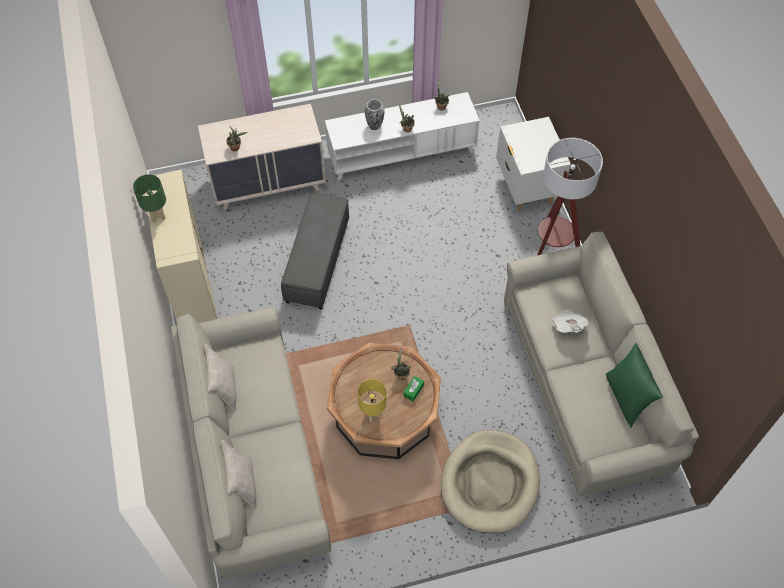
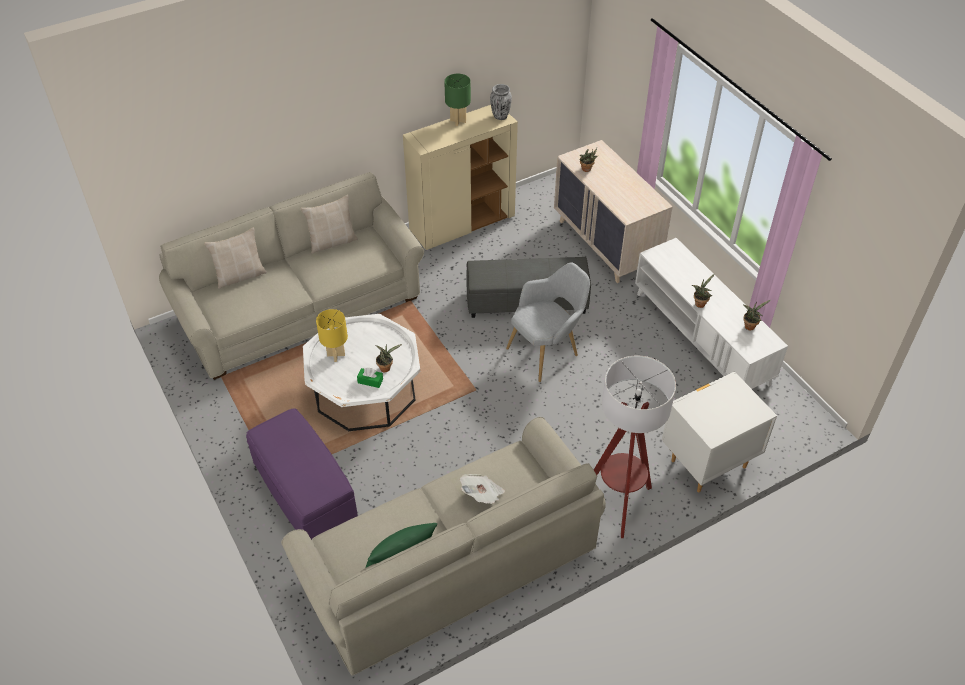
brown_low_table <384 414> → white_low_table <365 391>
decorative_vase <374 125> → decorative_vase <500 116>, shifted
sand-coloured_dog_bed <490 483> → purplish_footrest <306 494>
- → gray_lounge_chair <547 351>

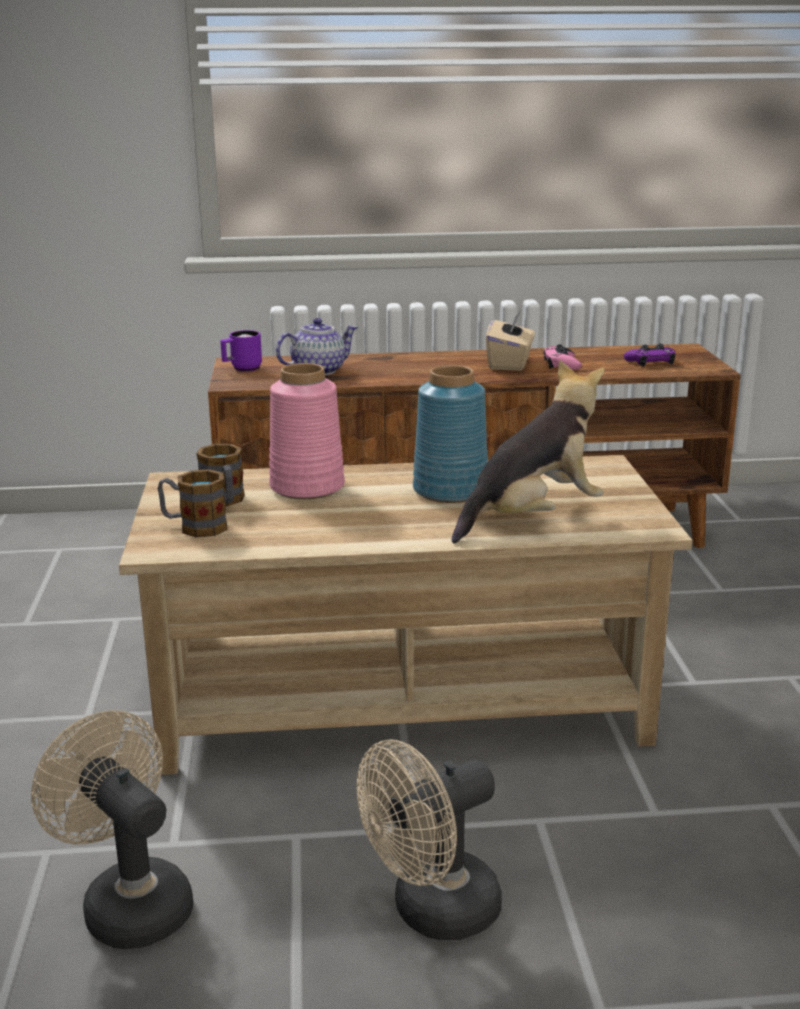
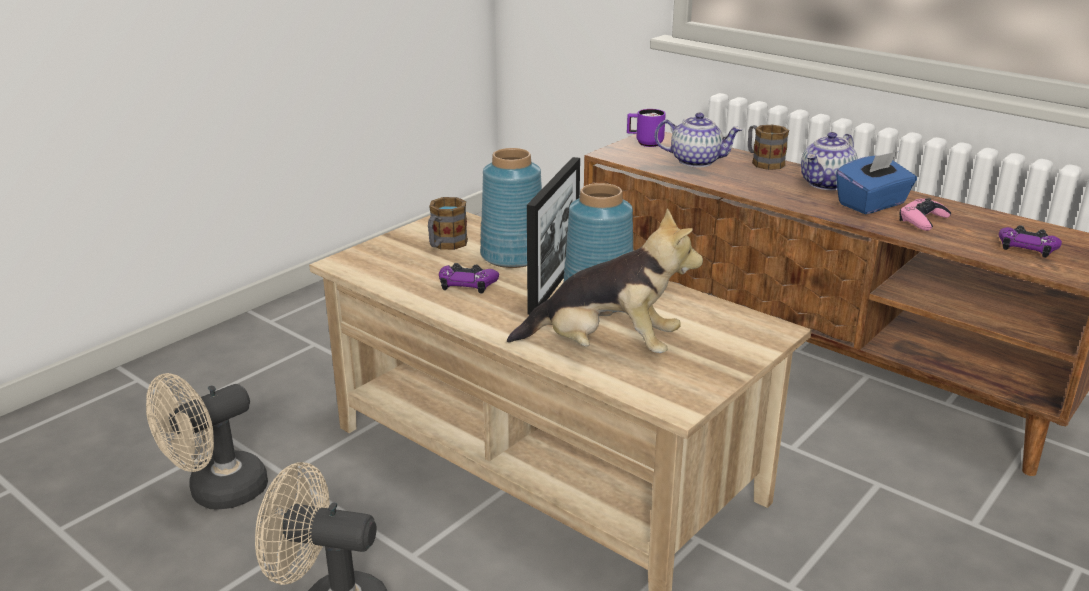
sand-coloured_fan <128 902> → sand-coloured_fan <217 493>, 135 degrees counterclockwise
mug <194 526> → mug <763 162>, shifted
pink-coloured_decorative_vase <307 488> → bluish_decorative_vase <512 256>
sand-coloured_tissue_holder <510 364> → bluish_tissue_holder <872 204>
- → purplish_game_controller <467 283>
- → picture_frame <554 284>
- → pot_for_tea <826 184>

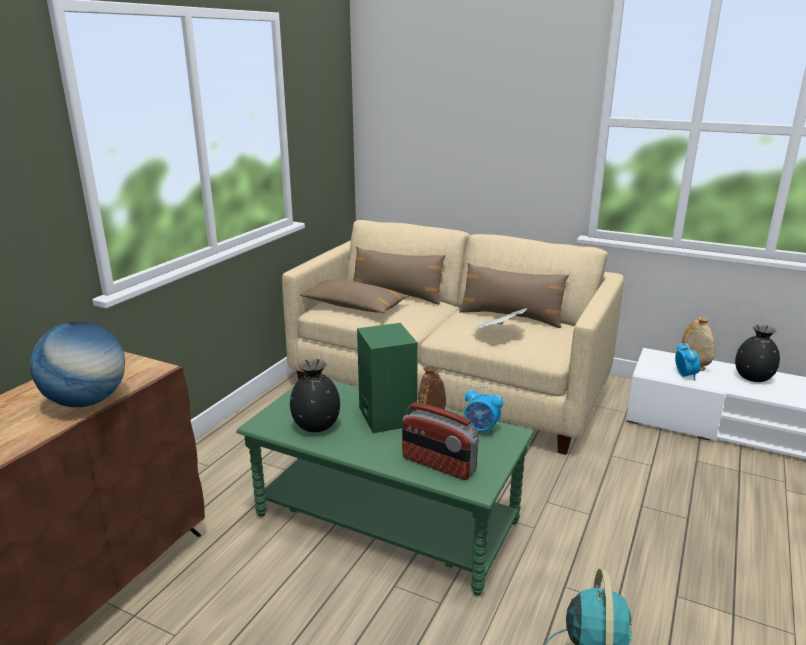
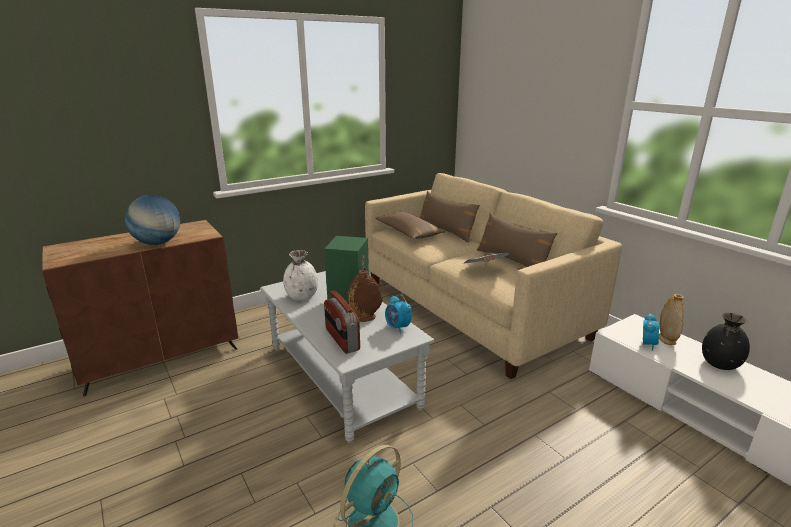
greenish_low_table <386 519> → gray_low_table <342 377>
black-coloured_decorative_vase <316 426> → white_decorative_vase <302 297>

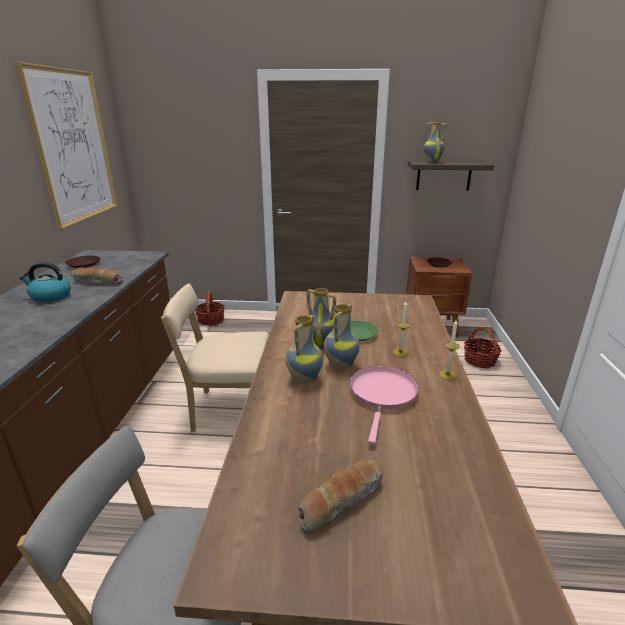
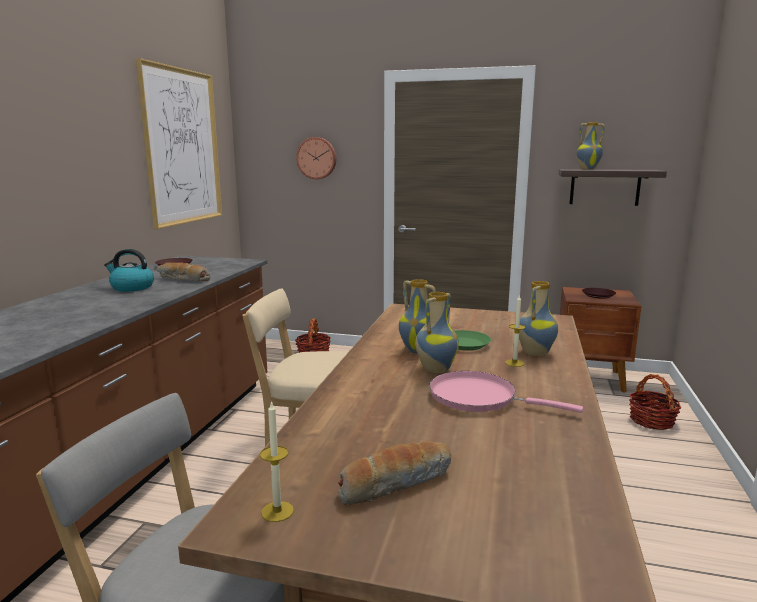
decorative_vase <303 379> → decorative_vase <534 353>, shifted
pink-coloured_frying_pan <382 394> → pink-coloured_frying_pan <479 398>, 90 degrees counterclockwise
wax_light <447 375> → wax_light <277 511>, shifted
- → clock_on_the_wall <317 158>

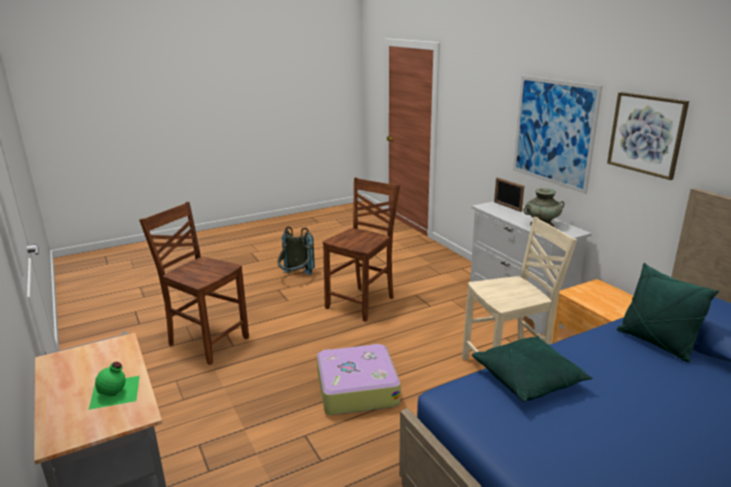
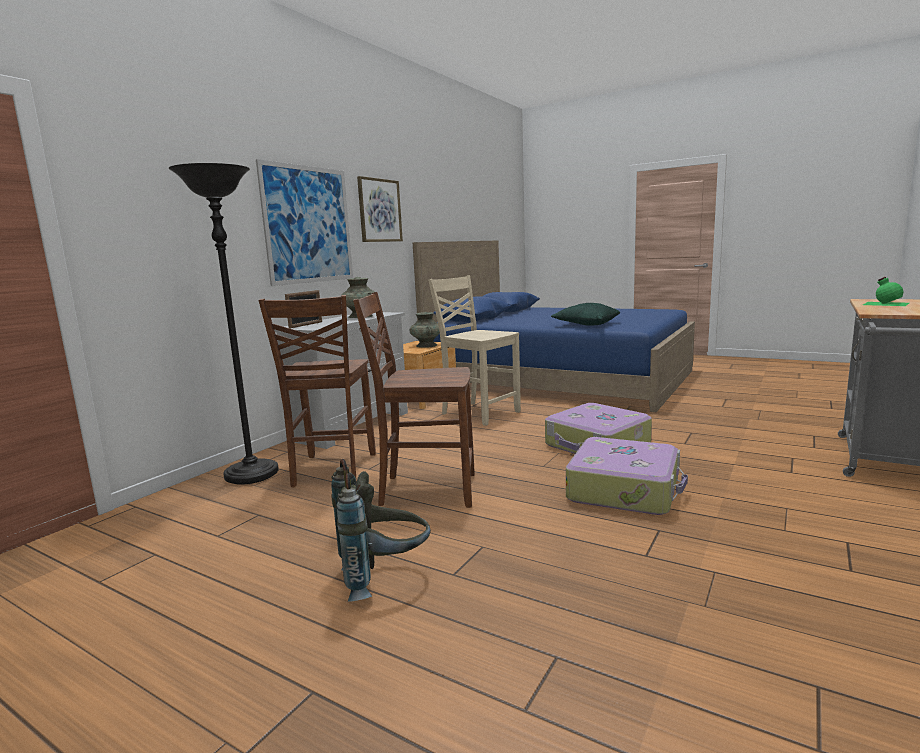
brown_plain_chair <207 341> → brown_plain_chair <332 470>, shifted
greenish_throw_pillow <656 343> → -
- → black-coloured_floor_lamp <251 475>
- → blue-green_decorative_vase <426 345>
- → suitcase <624 489>

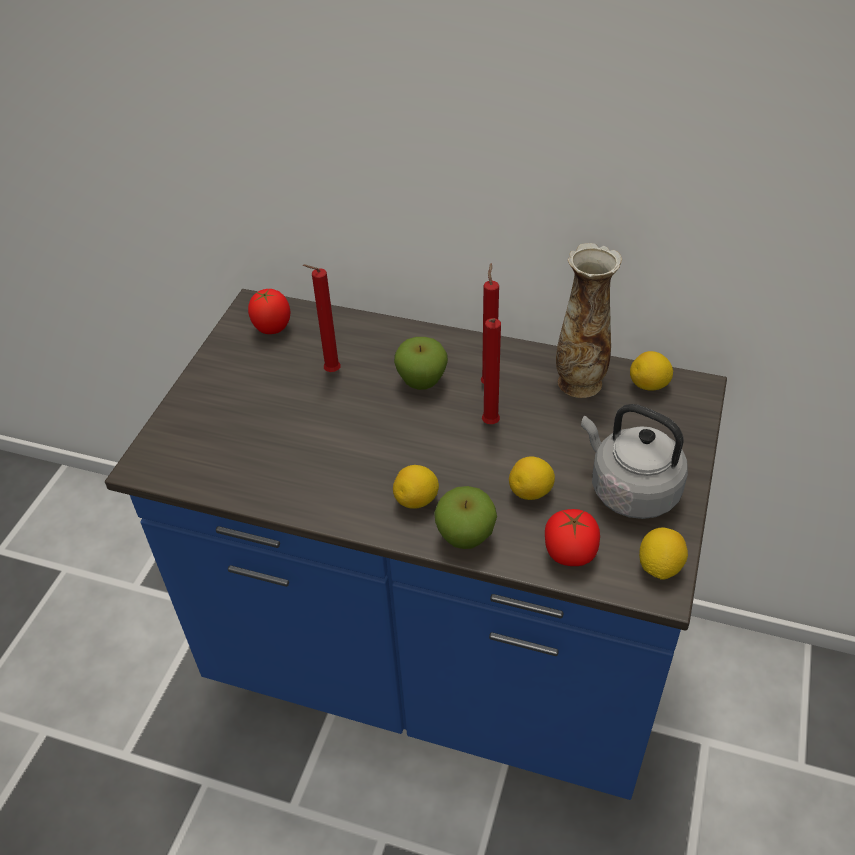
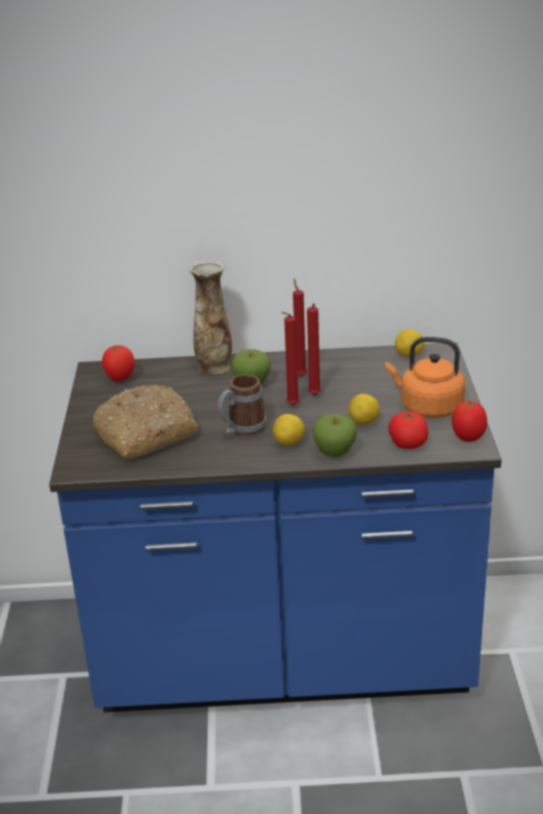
red-coloured_wax_light <330 372> → red-coloured_wax_light <291 406>, shifted
decorative_vase <580 381> → decorative_vase <214 366>, shifted
gray_kettle <630 489> → orange-coloured_kettle <428 407>
lemon <659 567> → tomato <468 438>
- → baked_bread <147 434>
- → mug <242 429>

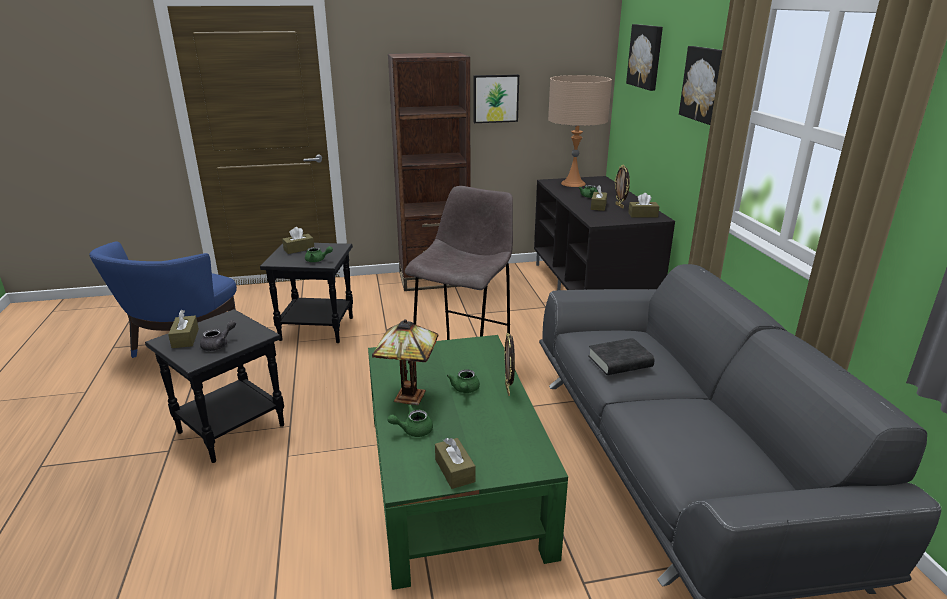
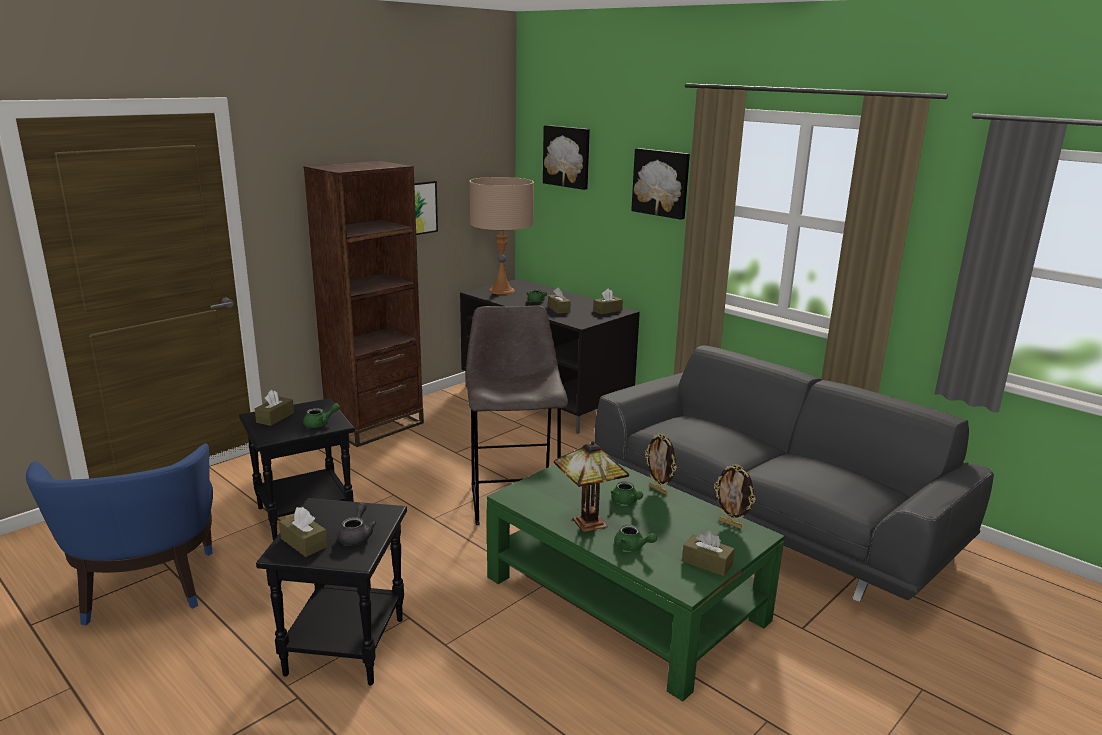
greenish_pot_for_tea <413 430> → greenish_pot_for_tea <632 547>, 90 degrees counterclockwise
black-coloured_bound_book <620 361> → -
picture_frame <620 206> → picture_frame <731 524>, shifted

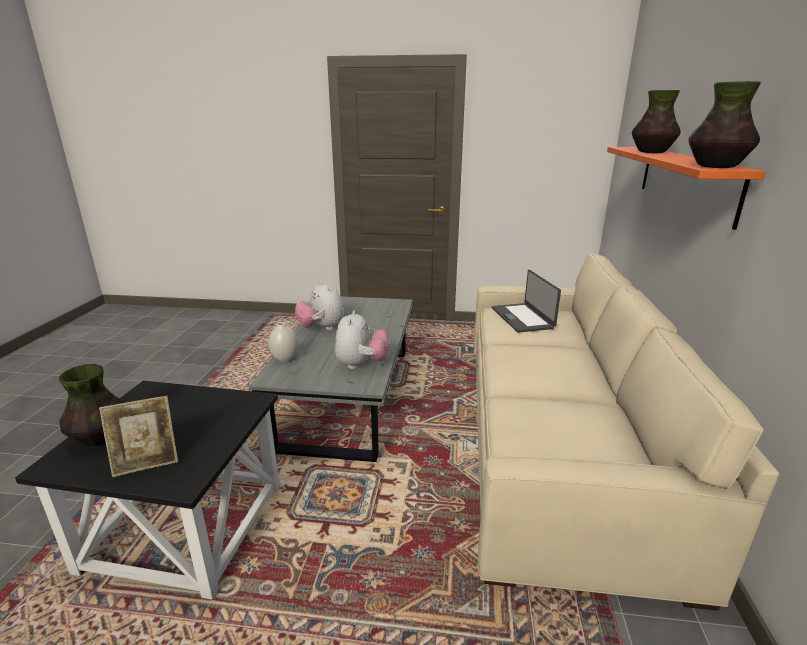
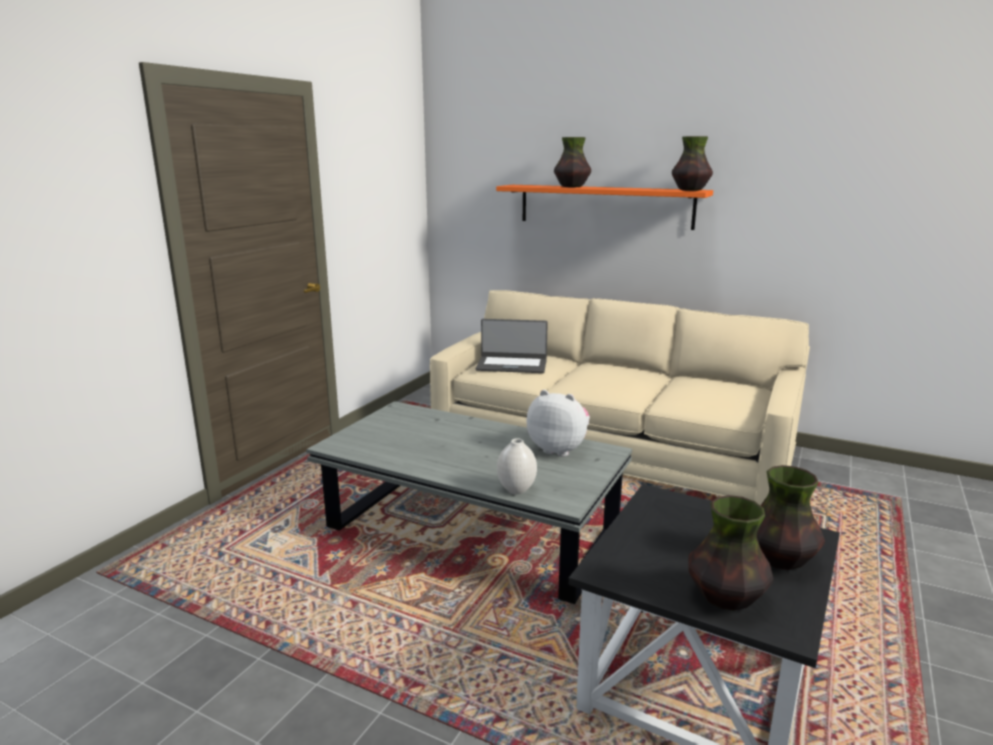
picture_frame <147 462> → decorative_vase <779 559>
plush_toy <321 328> → -

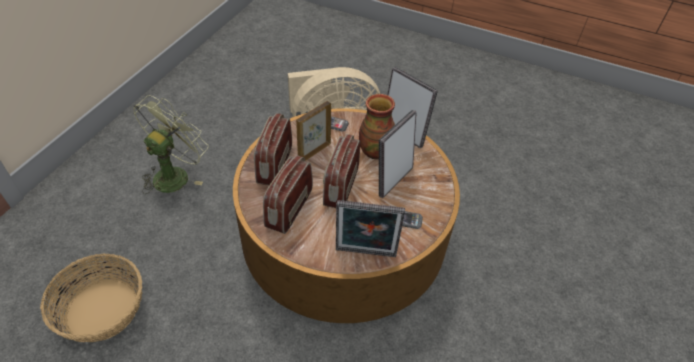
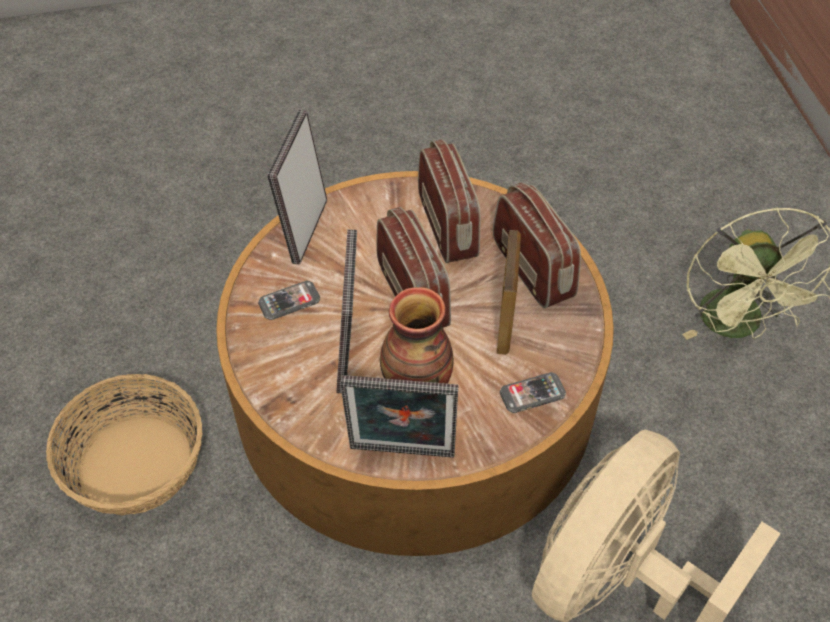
storage_basket <103 309> → storage_basket <135 465>, shifted
picture_frame <365 254> → picture_frame <304 230>, 45 degrees counterclockwise

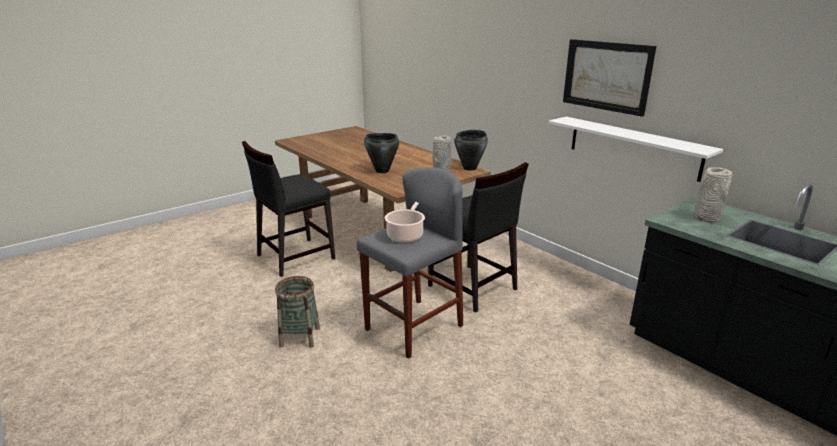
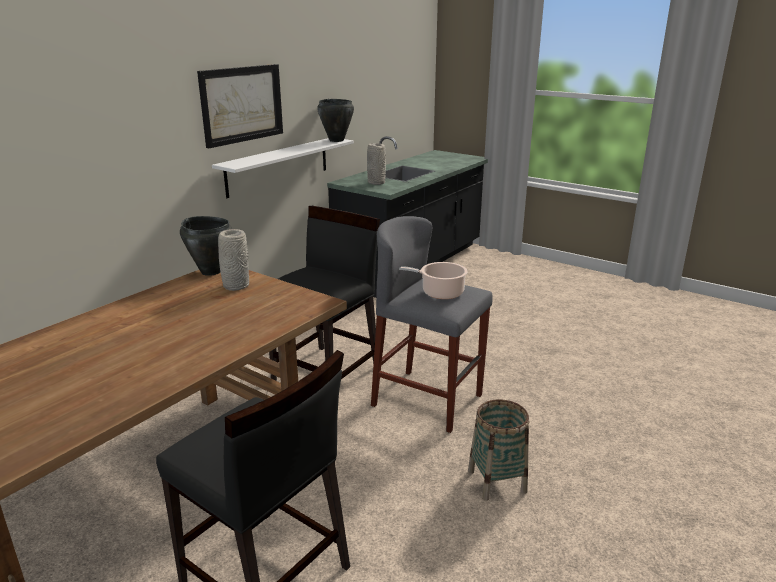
black-coloured_cooking_pot <382 171> → black-coloured_cooking_pot <336 140>, shifted

